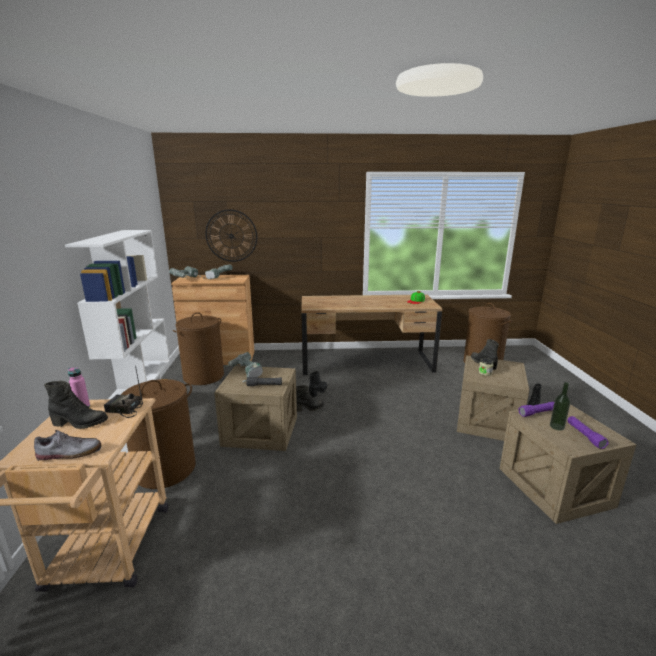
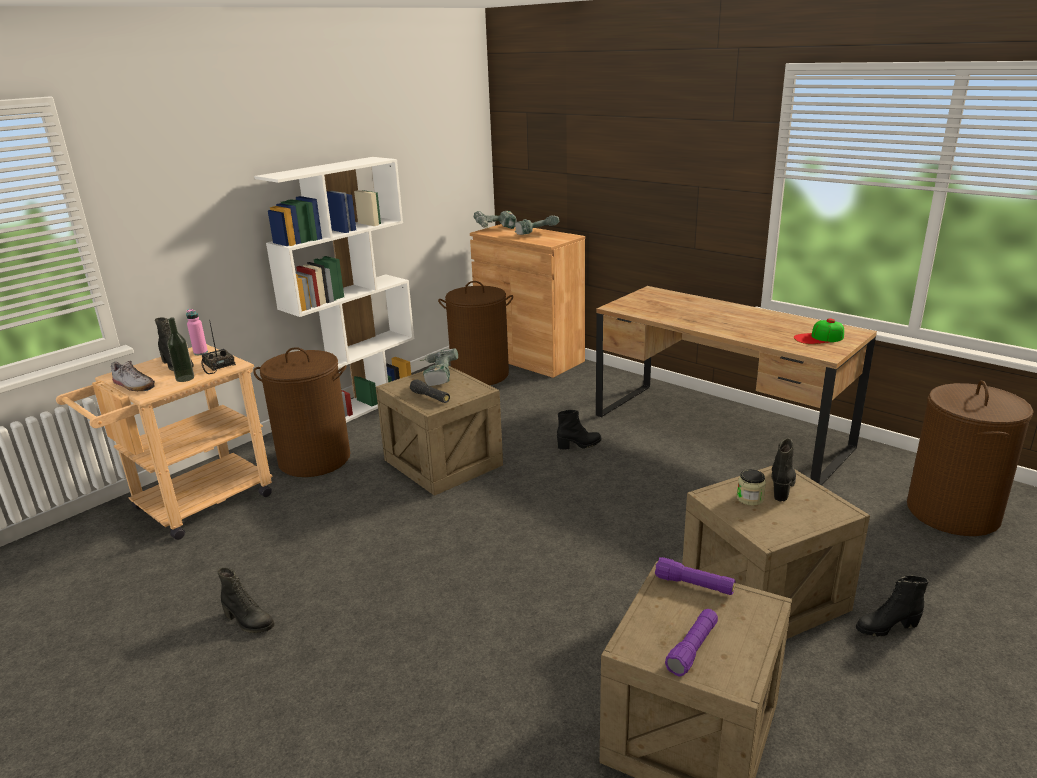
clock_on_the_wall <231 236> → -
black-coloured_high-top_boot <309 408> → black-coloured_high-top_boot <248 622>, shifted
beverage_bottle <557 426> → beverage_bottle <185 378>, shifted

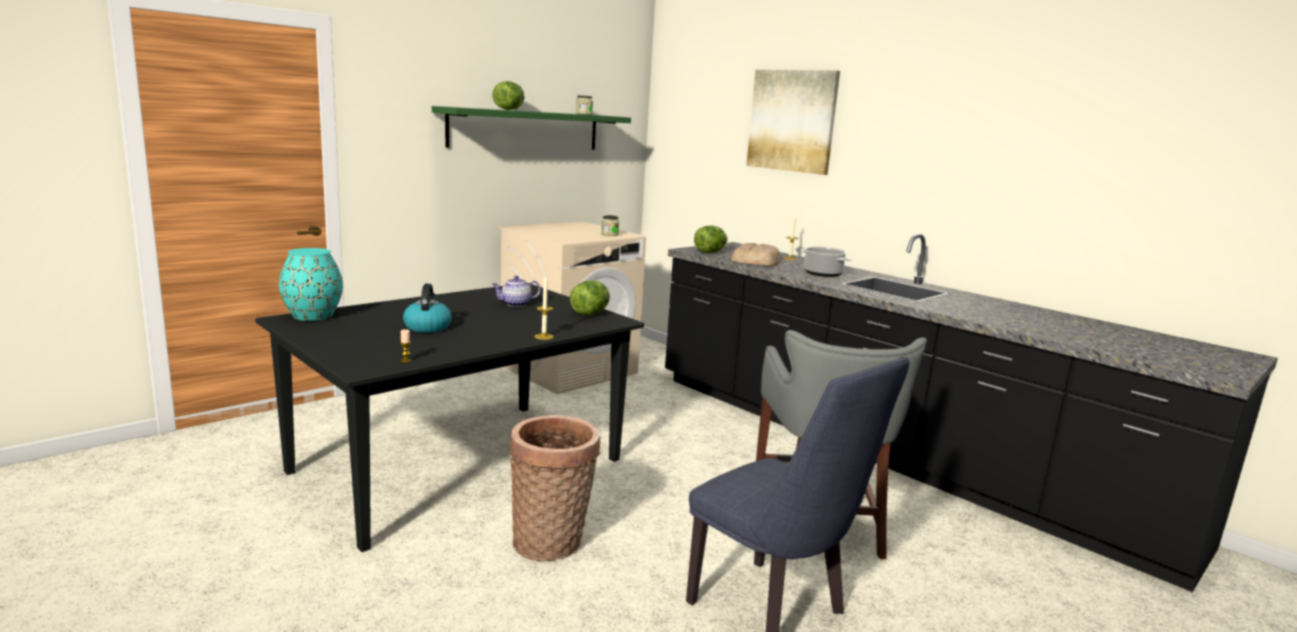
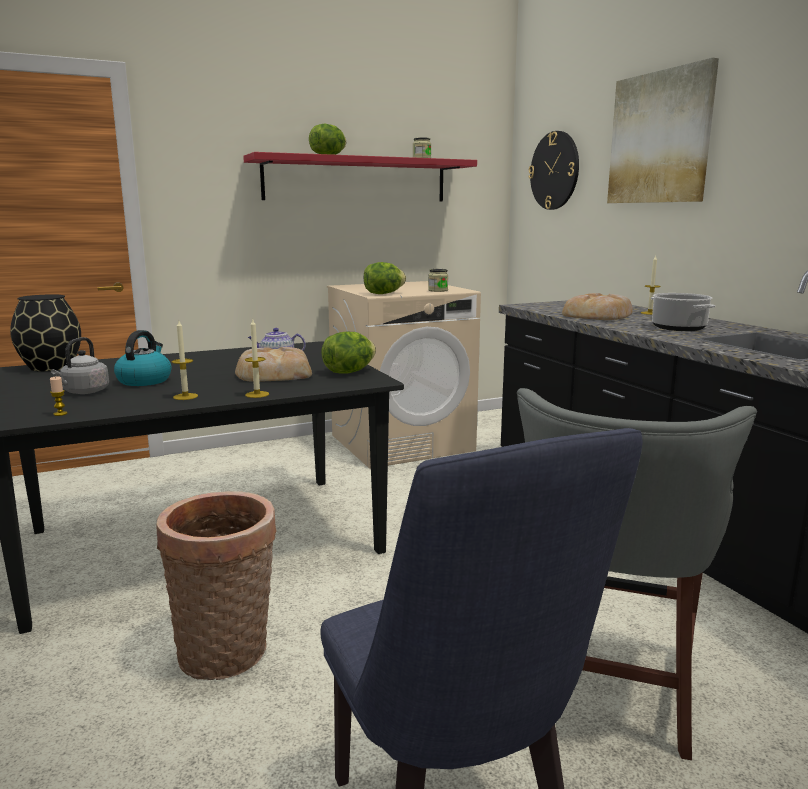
blue-green_decorative_vase <312 316> → black-coloured_decorative_vase <50 367>
greenish_bracket_shelf <526 130> → red-coloured_bracket_shelf <356 180>
head_of_lettuce <710 252> → head_of_lettuce <383 294>, shifted
- → gray_kettle <84 392>
- → wax_light <185 396>
- → baked_bread <273 373>
- → clock_on_the_wall <554 170>

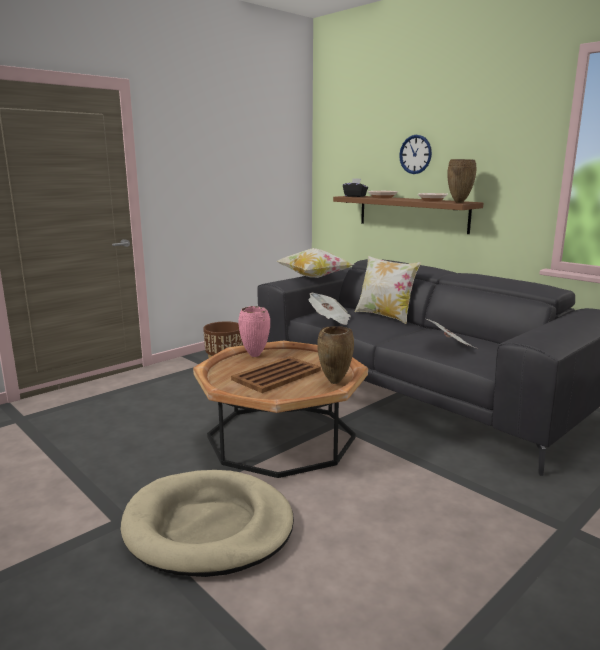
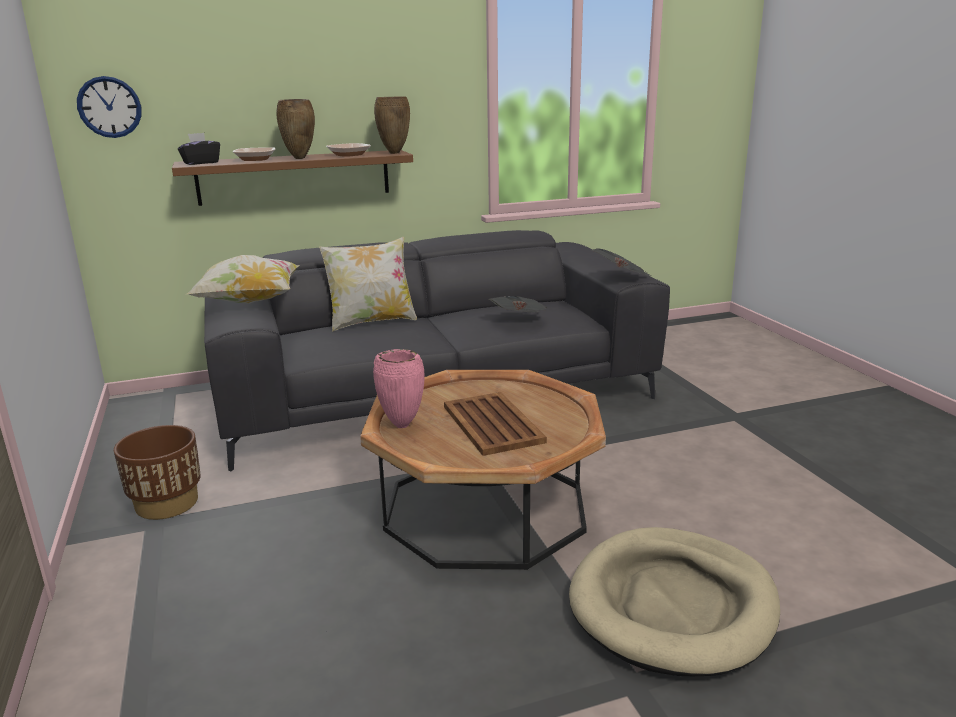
daily_paper <330 320> → daily_paper <622 278>, shifted
brown_decorative_vase <334 382> → brown_decorative_vase <300 158>, shifted
clock_on_the_wall <415 154> → clock_on_the_wall <109 107>, shifted

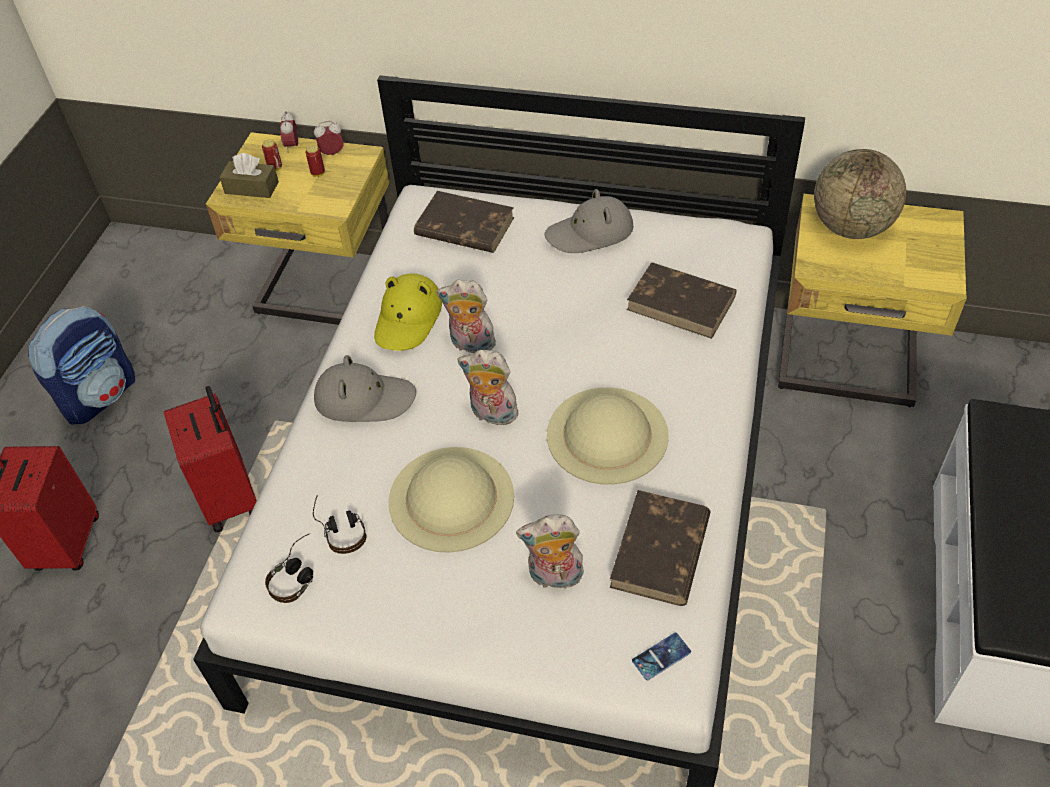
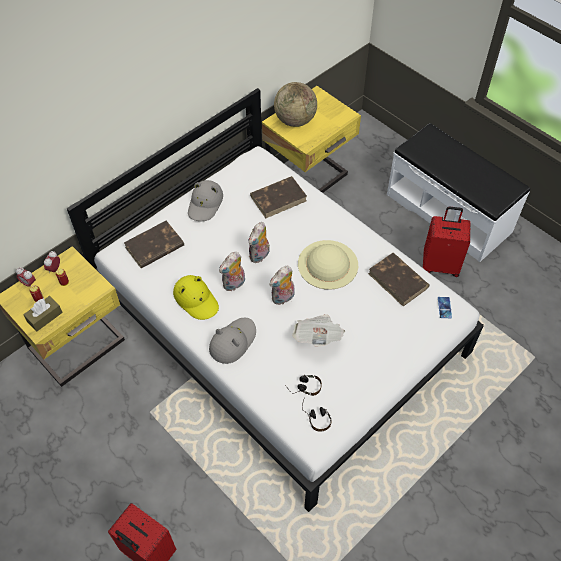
rucksack <100 395> → -
red-coloured_suitcase <232 498> → red-coloured_suitcase <440 265>, shifted
sand-coloured_hat <451 498> → daily_paper <318 337>
plush_toy <554 577> → plush_toy <260 256>, shifted

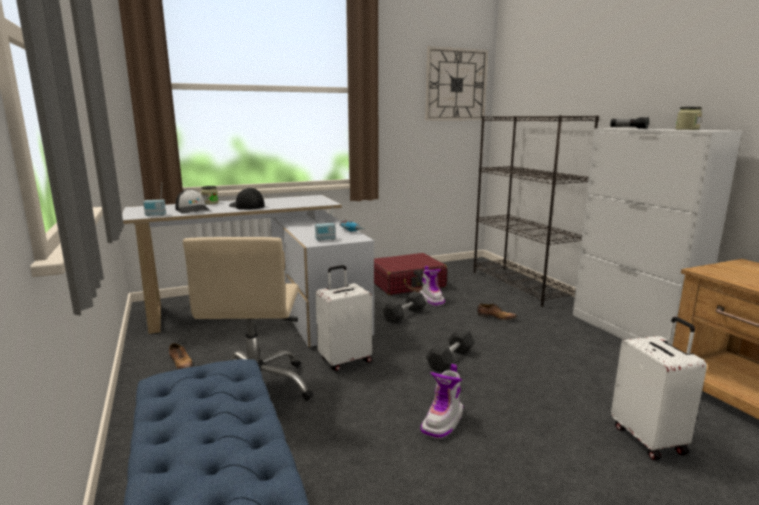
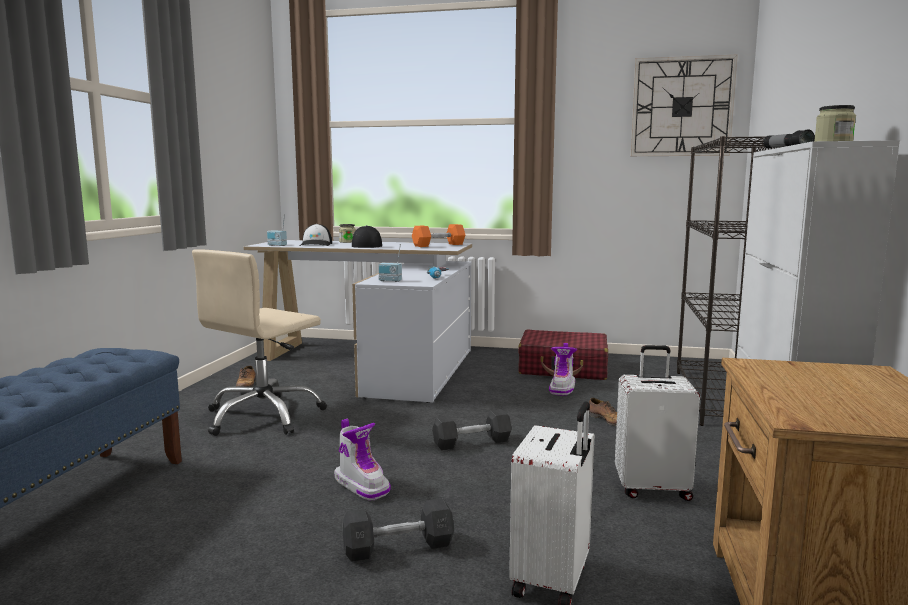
white_suitcase <345 360> → white_suitcase <652 488>, shifted
gray_hand_weight <404 315> → gray_hand_weight <398 547>, shifted
high-top_boot <443 422> → high-top_boot <362 485>, 105 degrees counterclockwise
- → orange-coloured_hand_weight <438 245>

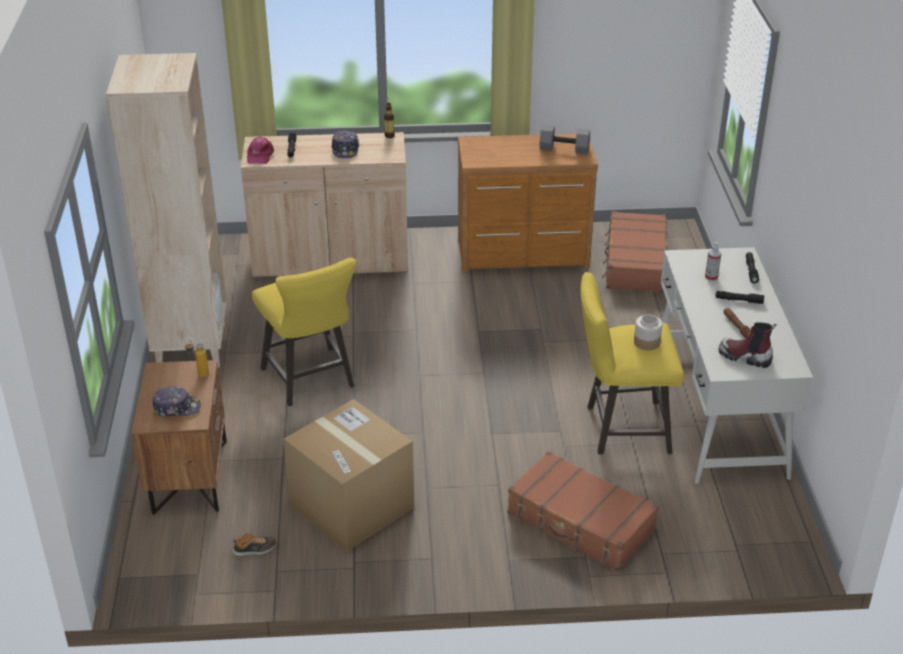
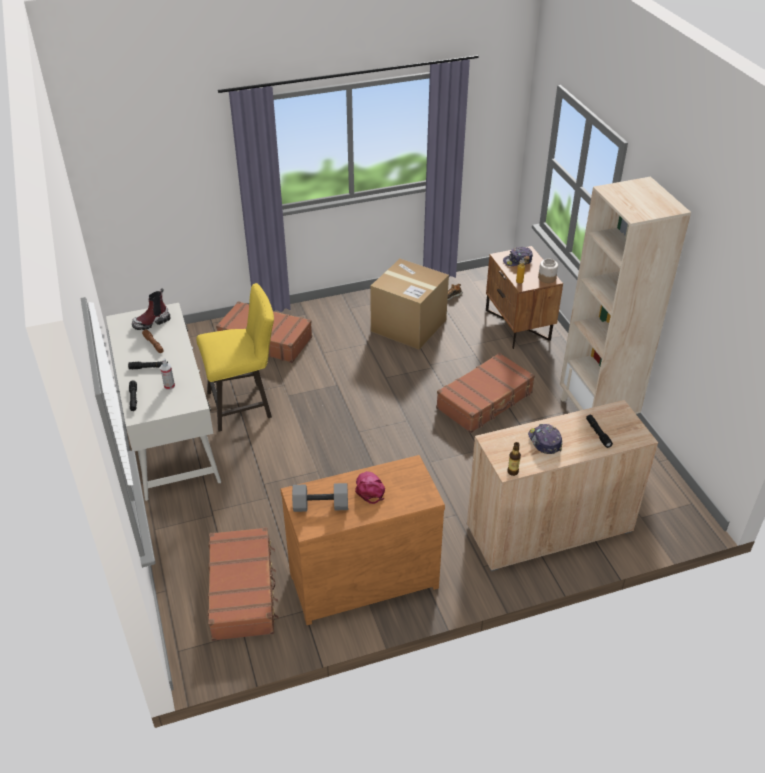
pink-coloured_cap <259 155> → pink-coloured_cap <370 489>, shifted
yellow_sitting_stool <311 381> → brown_suitcase <485 401>
jar <646 342> → jar <547 278>, shifted
high-top_boot <744 357> → high-top_boot <152 322>, 135 degrees clockwise

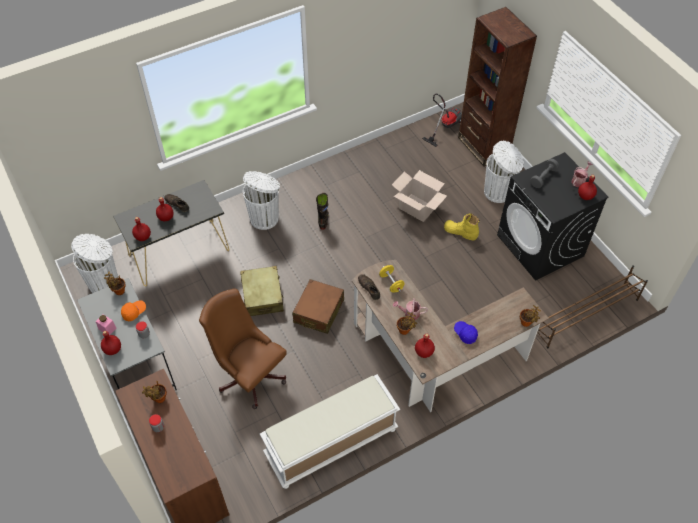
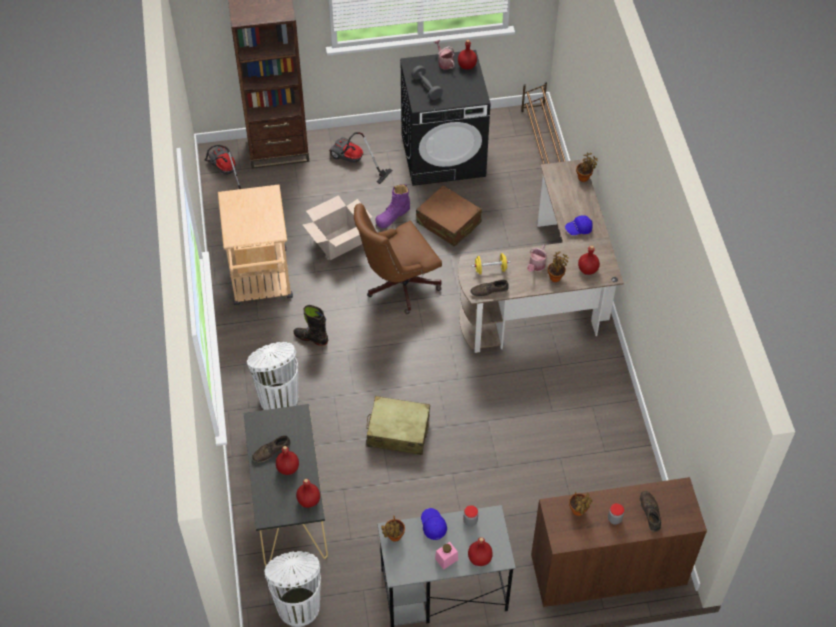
orange-coloured_cap <134 312> → bluish_cap <433 526>
brown_office_chair <249 374> → brown_office_chair <397 285>, shifted
white_long_seat <331 443> → -
brown_suitcase <318 311> → brown_suitcase <448 223>, shifted
yellow_high-top_boot <460 232> → purplish_high-top_boot <393 215>
white_waste_bin <498 192> → vacuum_cleaner <354 162>
- → sand-coloured_wheeled_cart <261 282>
- → brown_low_shoe <650 512>

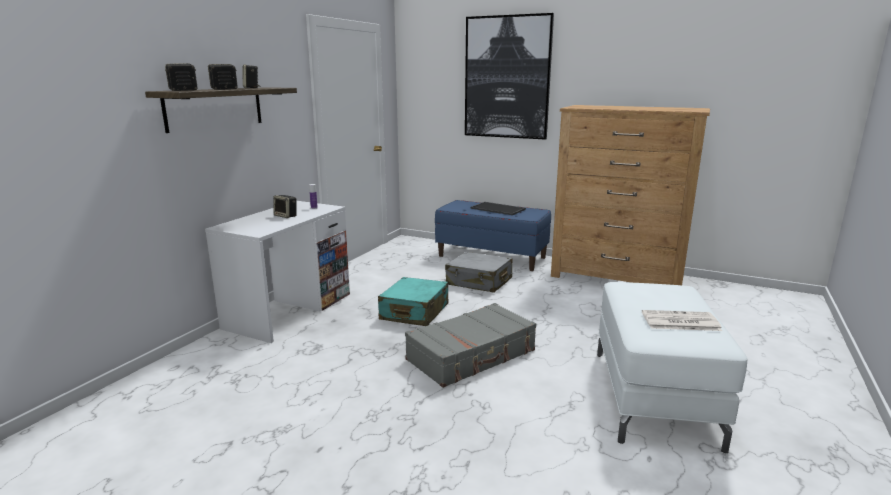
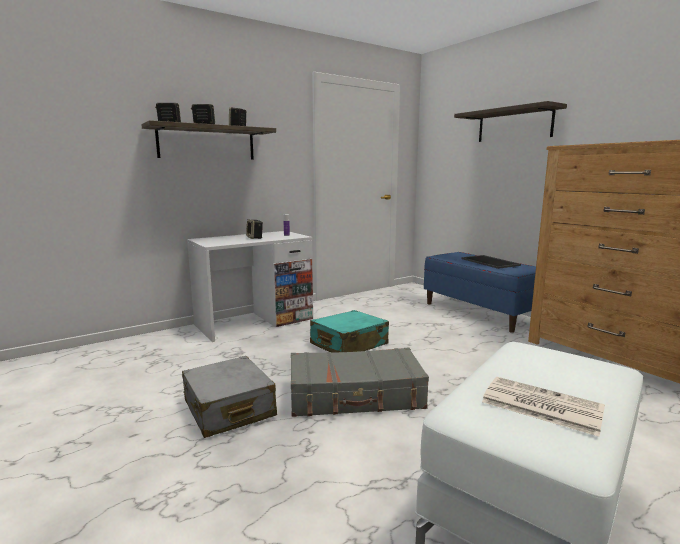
gray_suitcase <479 282> → gray_suitcase <229 409>, shifted
picture <507 78> → bracket_shelf <514 125>

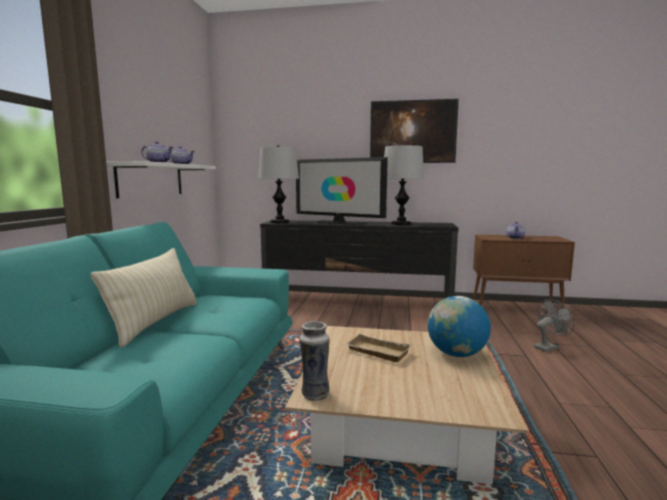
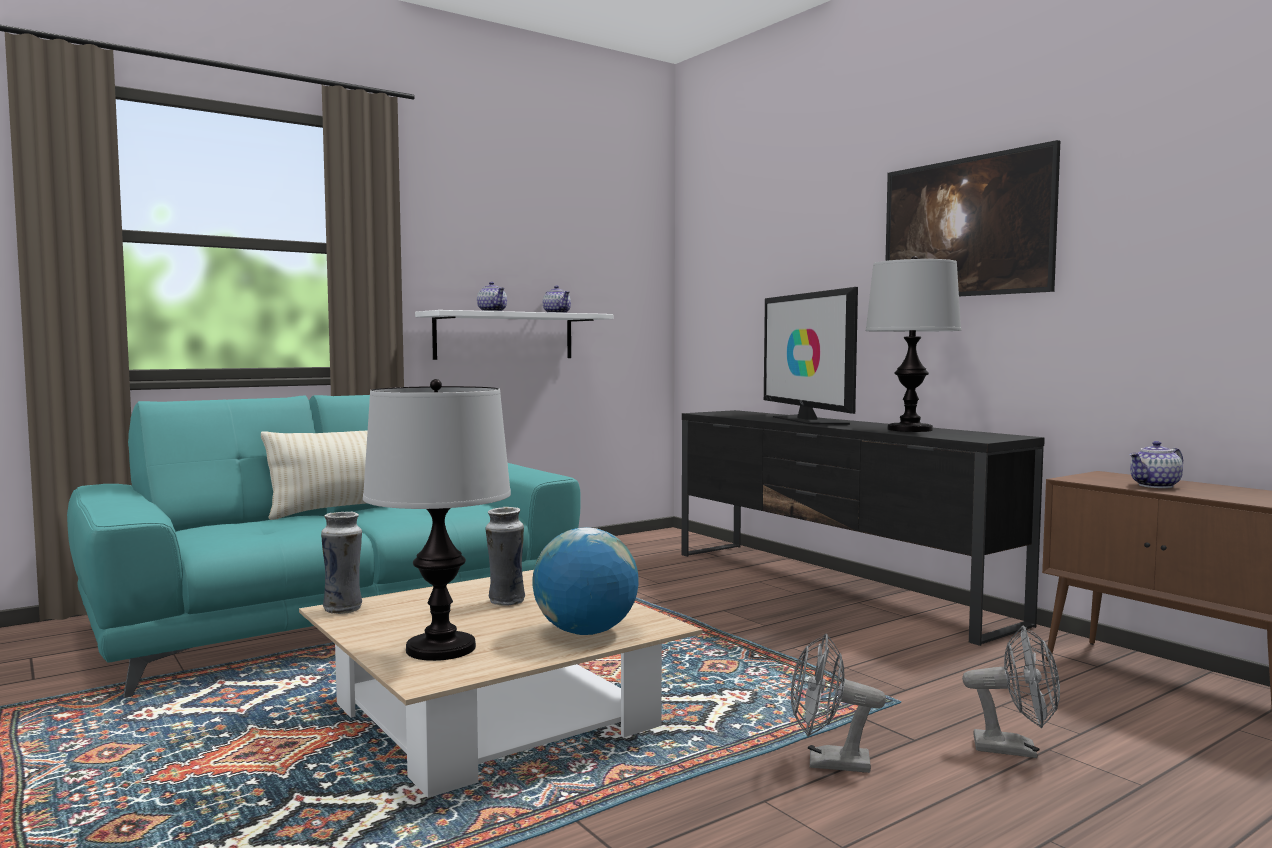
table_lamp <280 222> → table_lamp <440 649>, shifted
sand-coloured_tray <376 352> → decorative_vase <506 602>
- → gray_fan <828 763>

